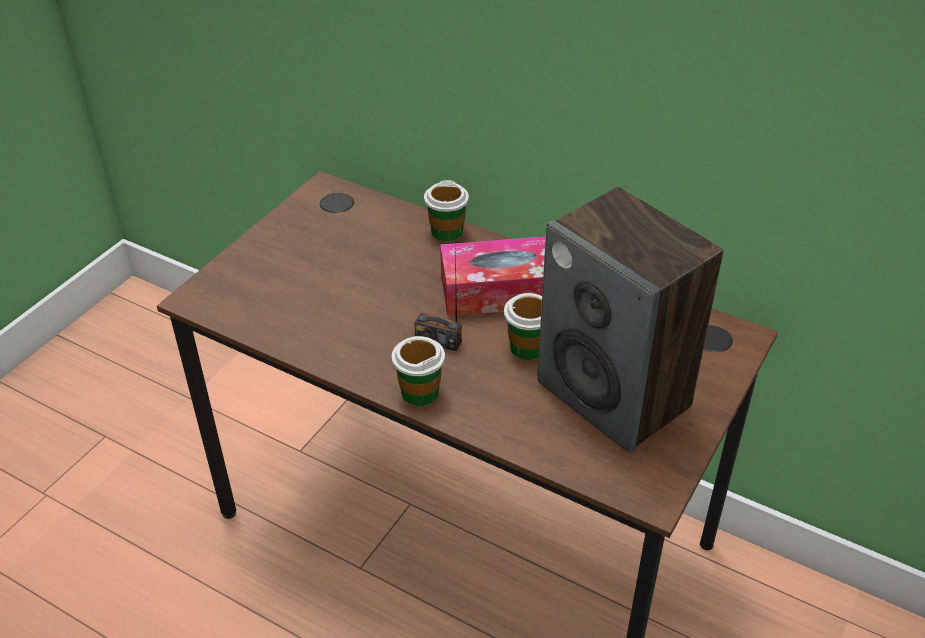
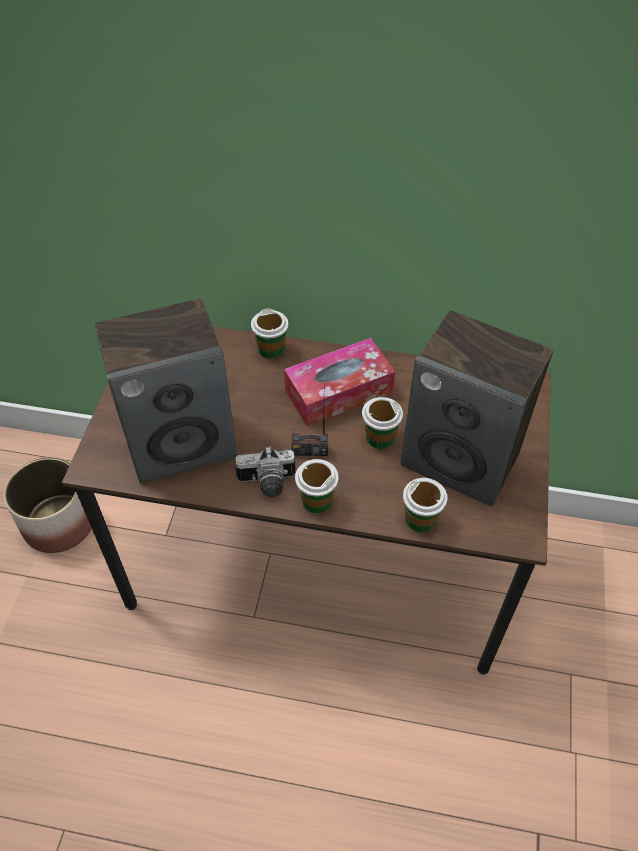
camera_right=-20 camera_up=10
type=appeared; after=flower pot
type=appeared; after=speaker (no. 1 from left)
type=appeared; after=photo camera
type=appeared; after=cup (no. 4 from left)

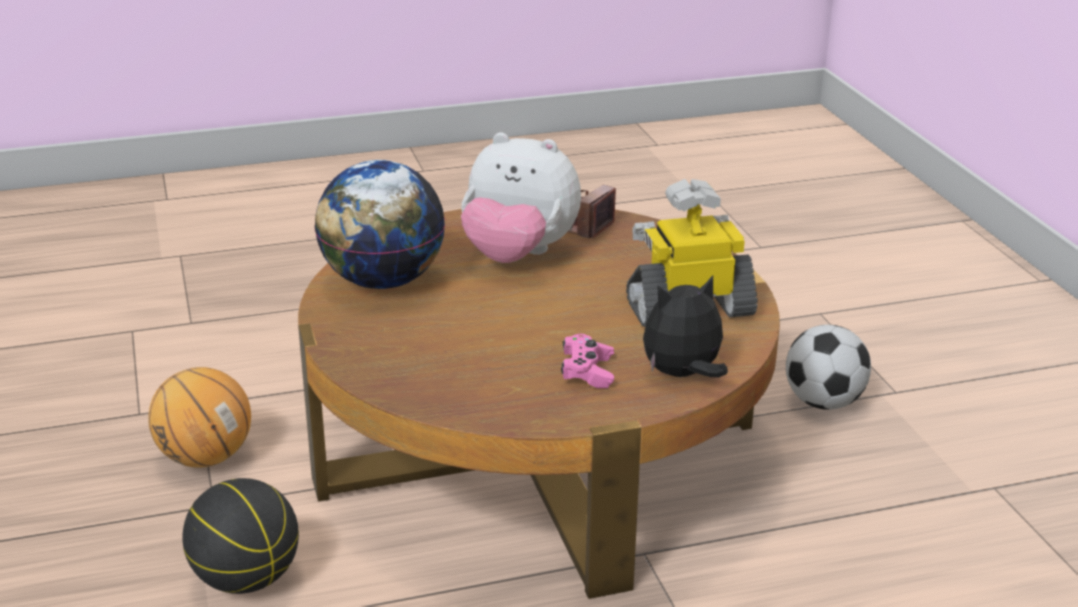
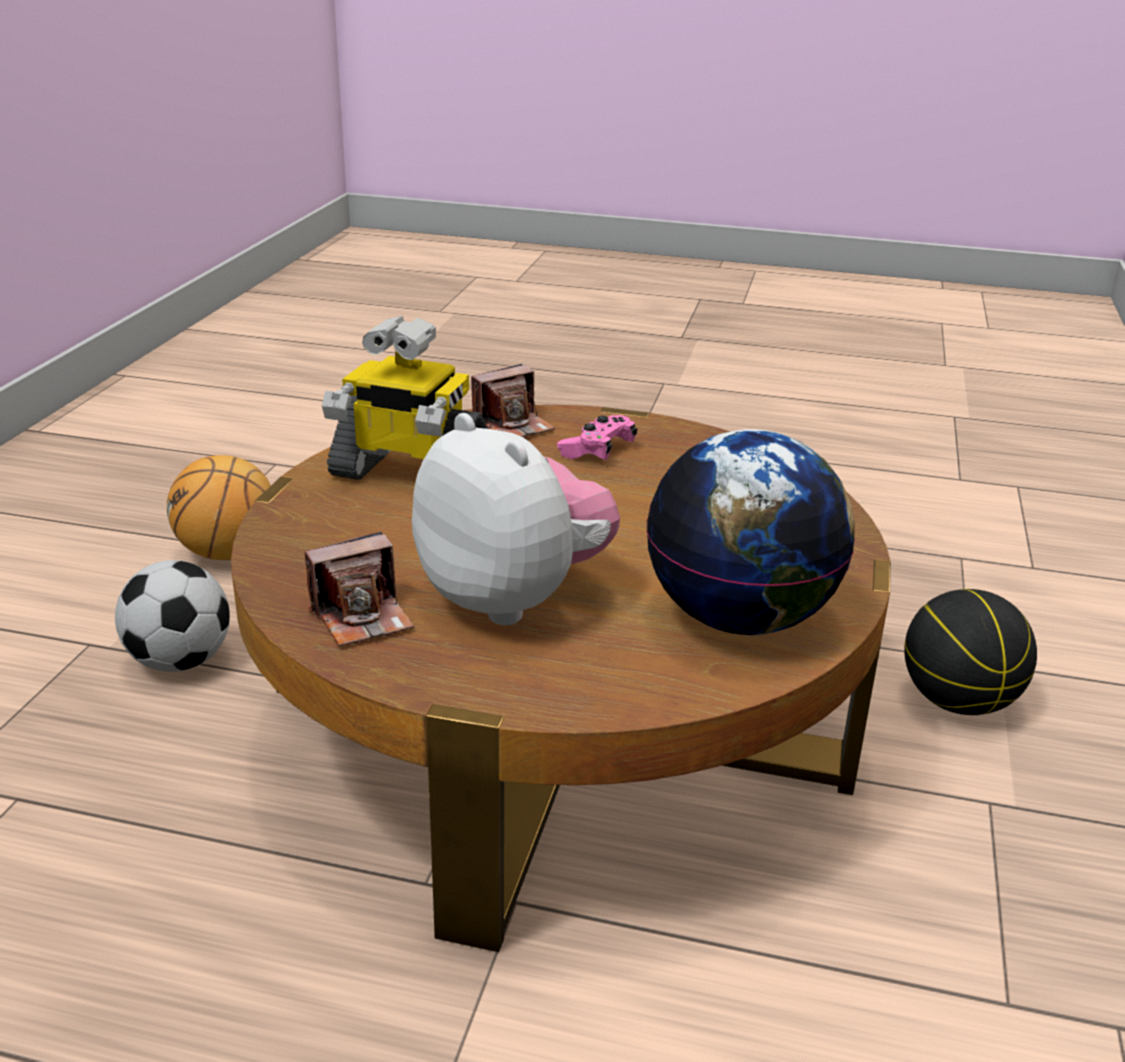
camera_right=-150 camera_up=0
type=relocated; before=ball for basketball (no. 1 from left)
type=exchanged; before=cuddly toy (no. 2 from left); after=photo camera (no. 2 from left)

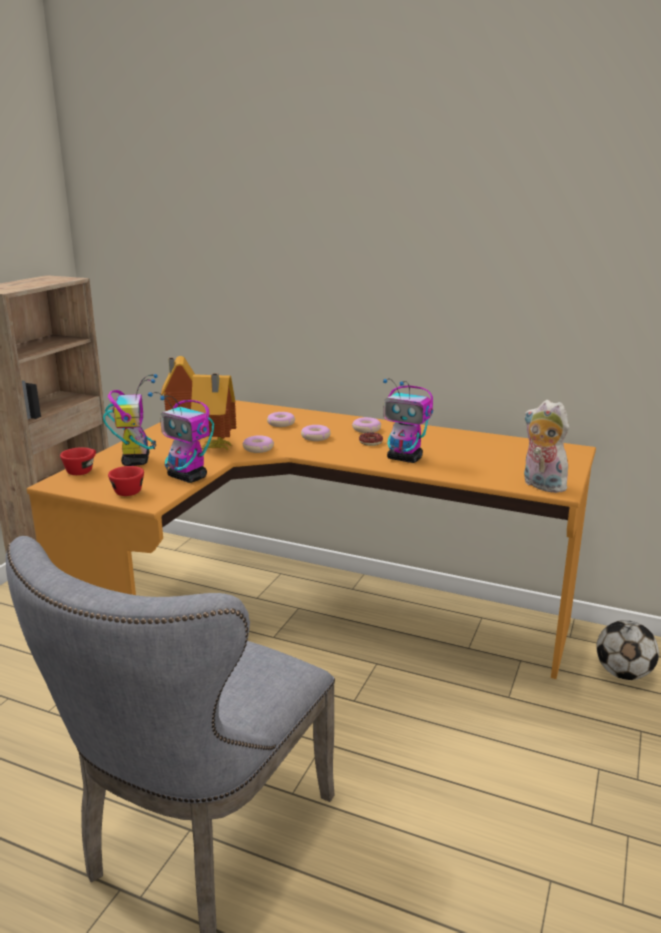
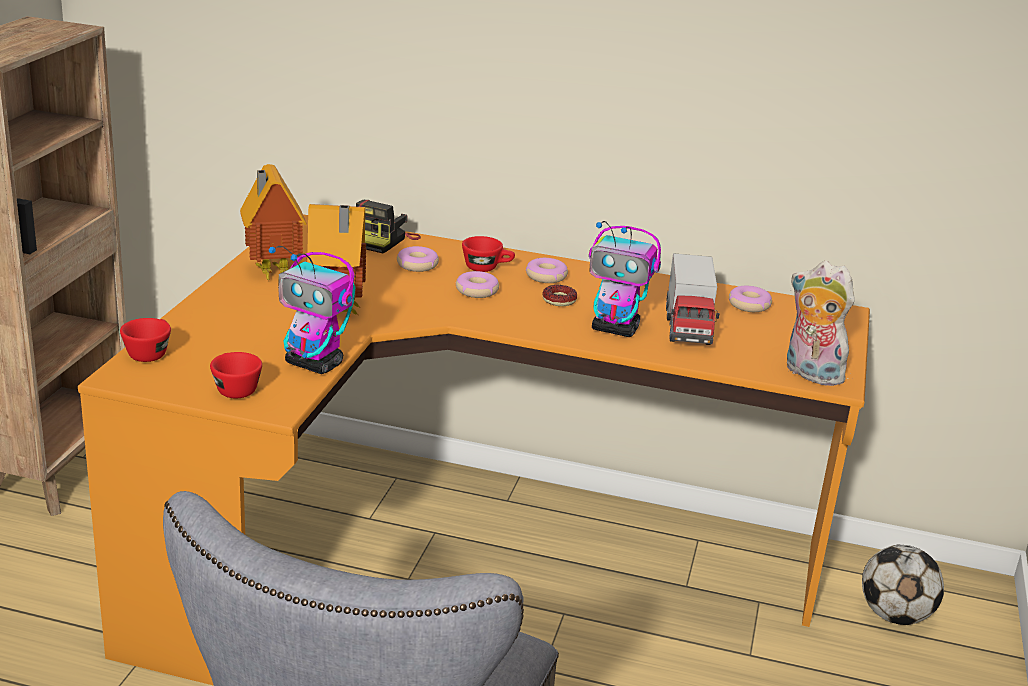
camera_right=-10 camera_up=5
type=missing; before=toy robot (no. 1 from left)
type=appeared; after=photo camera
type=appeared; after=reddish cup (no. 3 from left)
type=appeared; after=model truck
type=relocated; before=donut (no. 1 from left in the first image); after=donut (no. 5 from left)

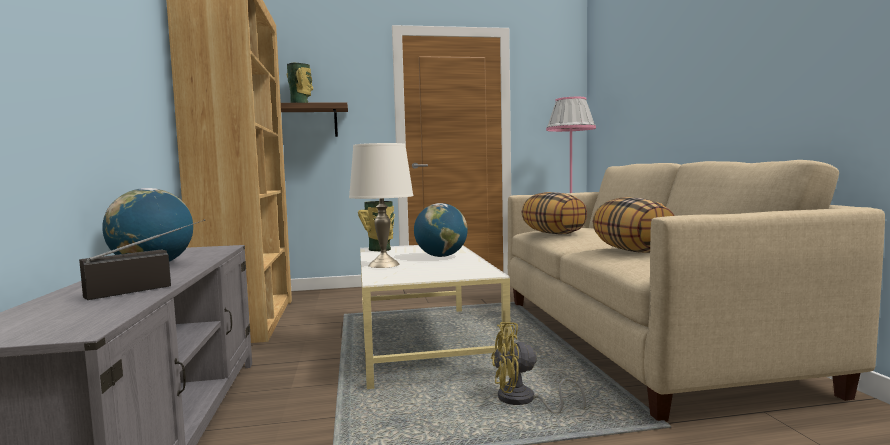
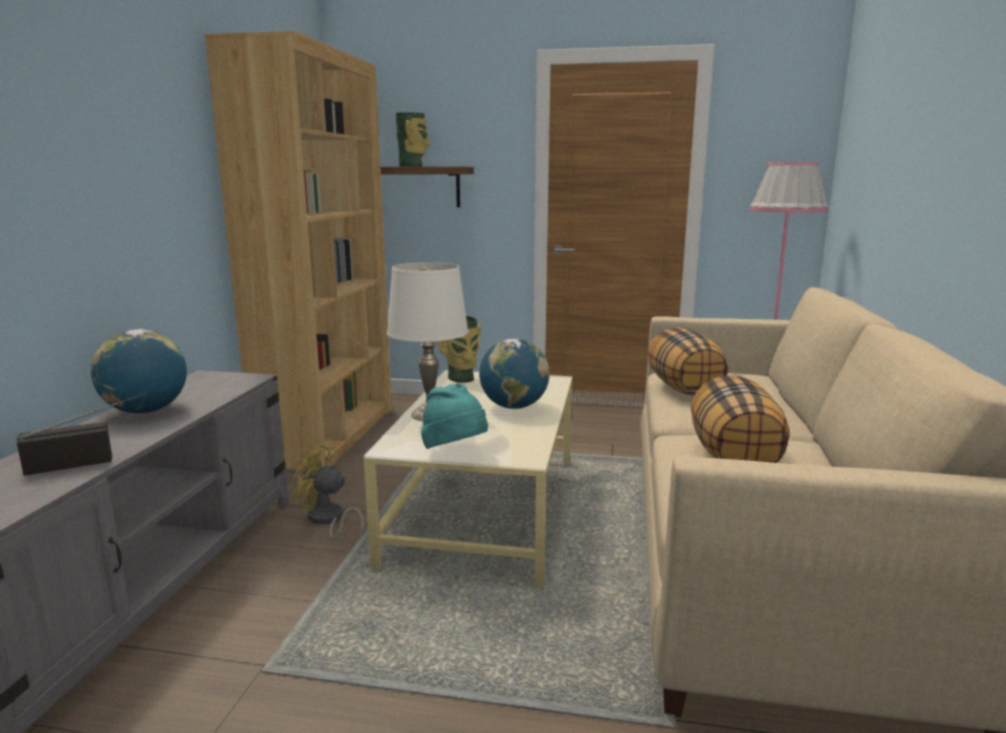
camera_right=20 camera_up=10
type=appeared; after=turquoise-coloured clothing hat
type=relocated; before=yellowish fan

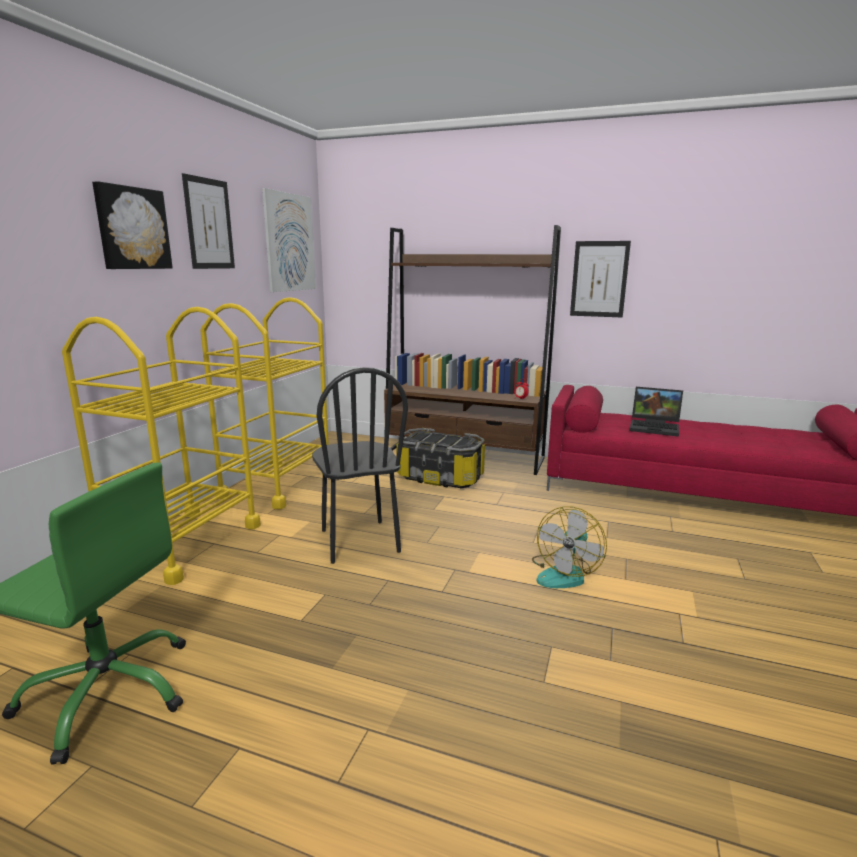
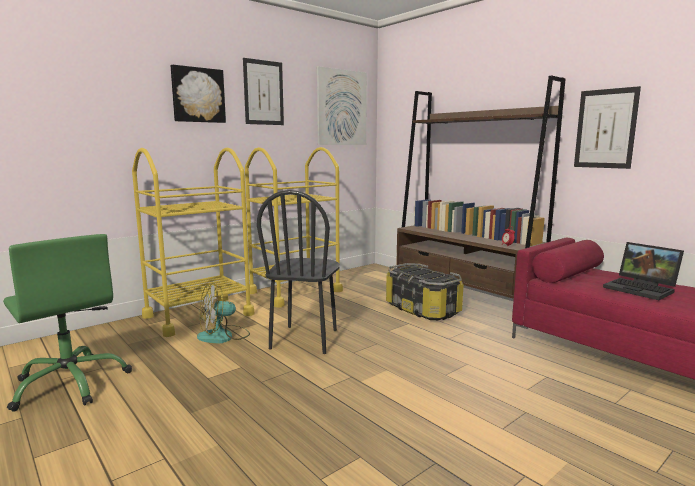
camera_right=30 camera_up=-5
type=relocated; before=fan

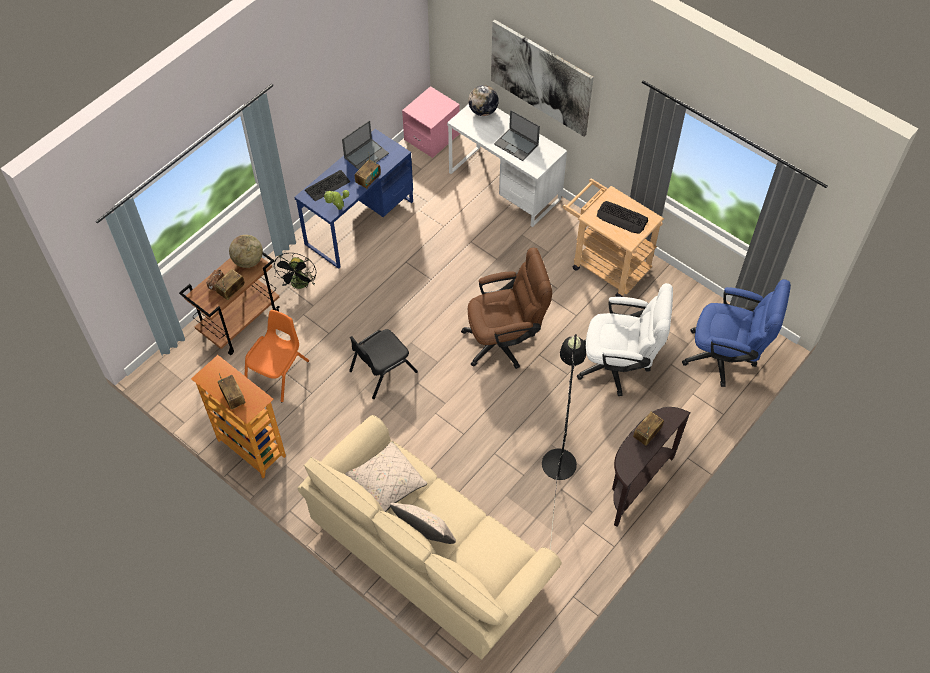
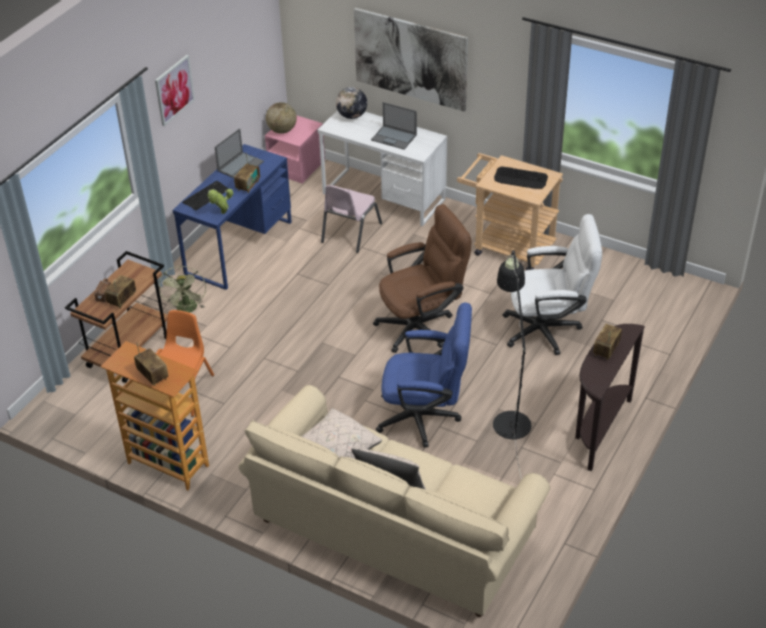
camera_right=-10 camera_up=-15
type=missing; before=black-coloured chair
type=appeared; after=wall picture (no. 1 from left)
type=appeared; after=pink chair
type=relocated; before=globe (no. 1 from left)
type=relocated; before=bluish desk chair
type=colour; before=black-coloured fan; after=green fan

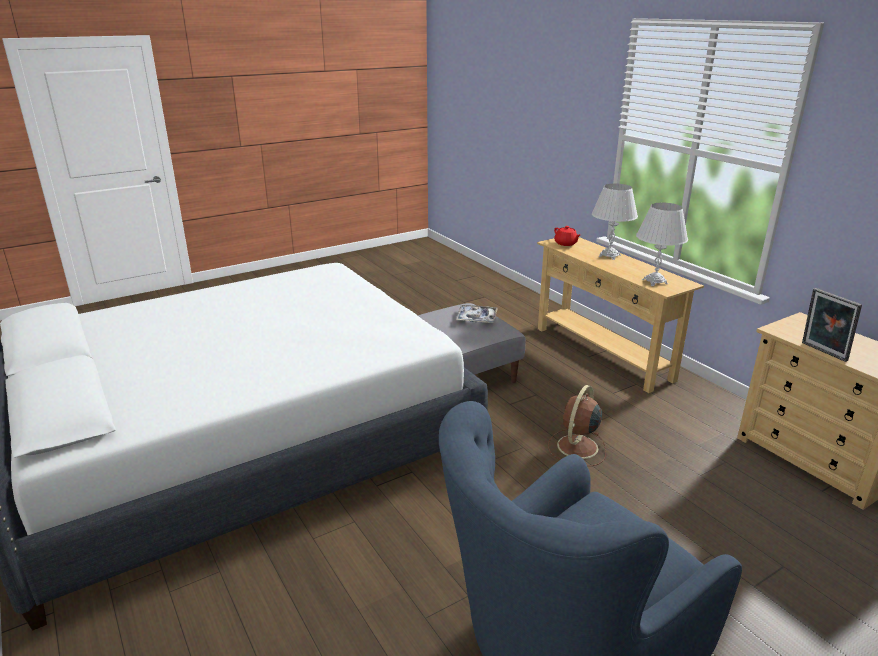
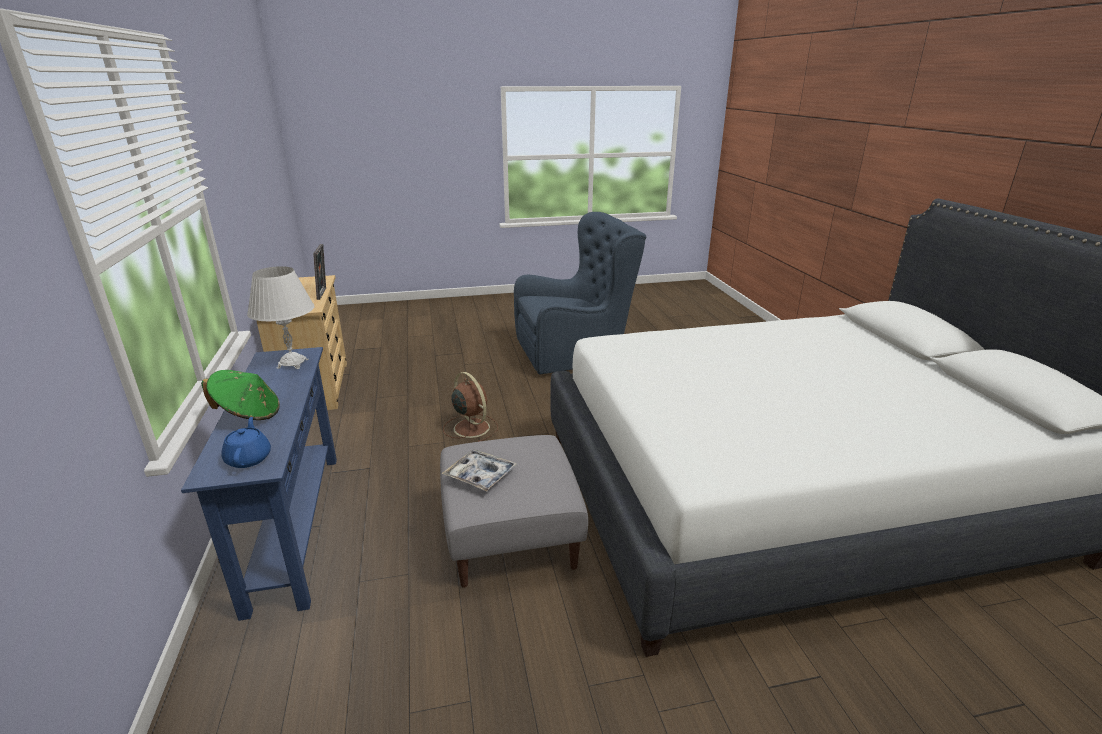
camera_right=-160 camera_up=0
type=exchanged; before=whitish lamp for a table (no. 1 from left); after=green clothing hat
type=colour; before=sand-coloured console table; after=bluish console table
type=colour; before=reddish tea pot; after=bluish tea pot
type=spun; before=brownish fan; turn=-90

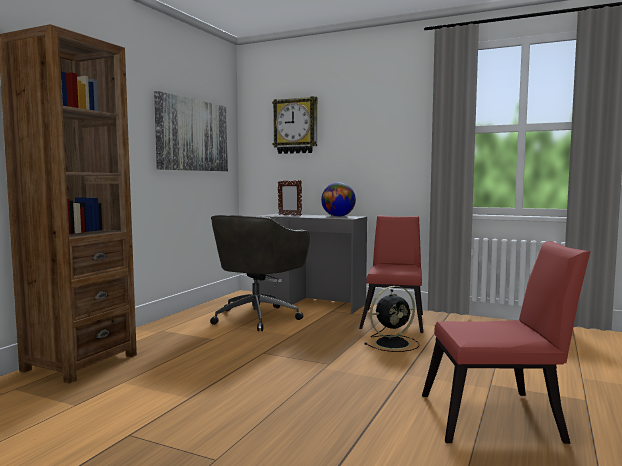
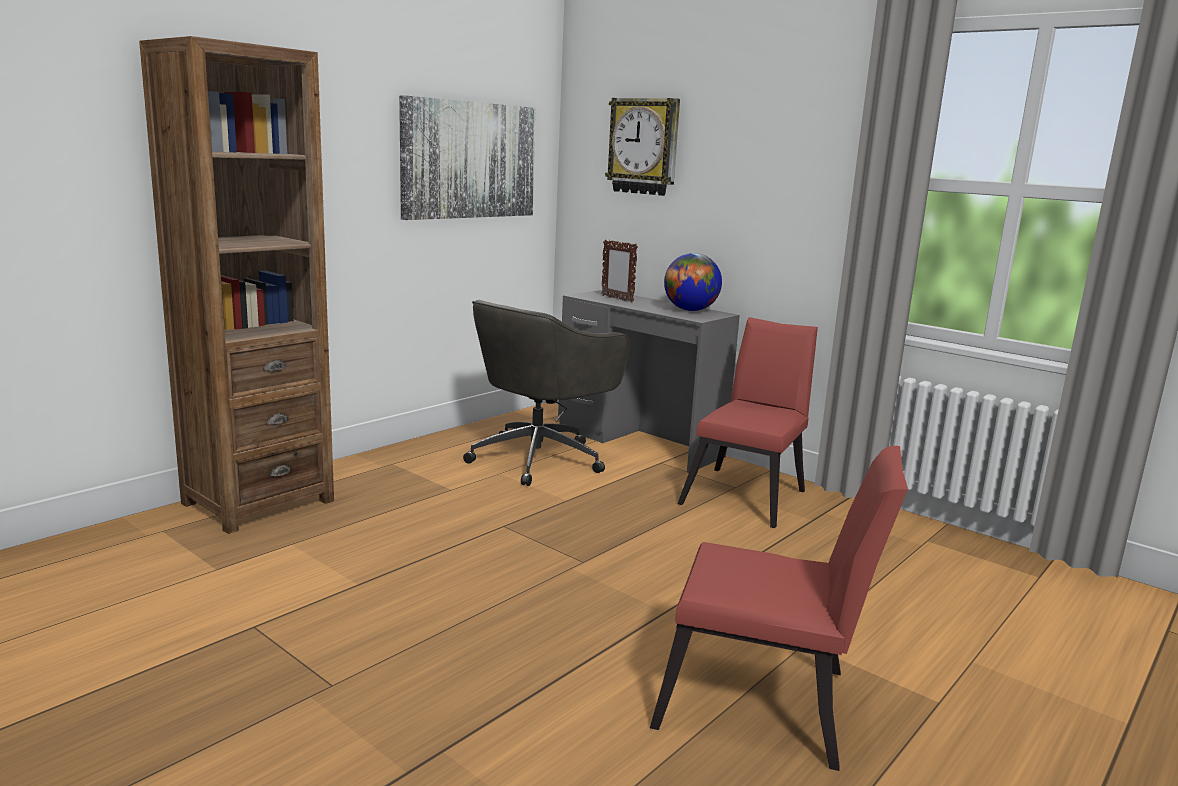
camera_right=15 camera_up=10
type=missing; before=black-coloured fan

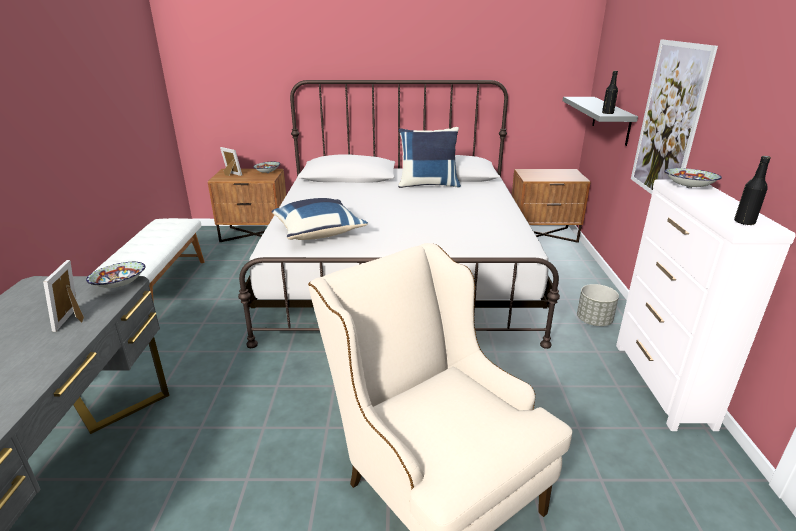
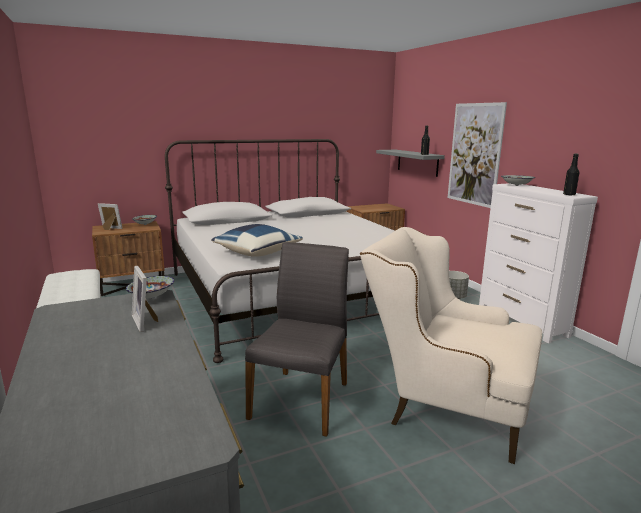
camera_right=-25 camera_up=-10
type=missing; before=bluish cushion (no. 2 from left)
type=appeared; after=grey chair

